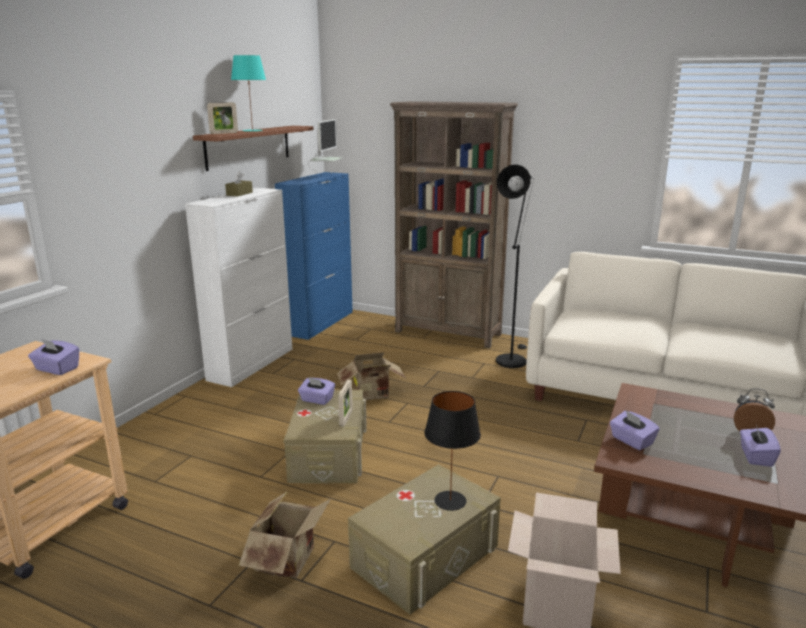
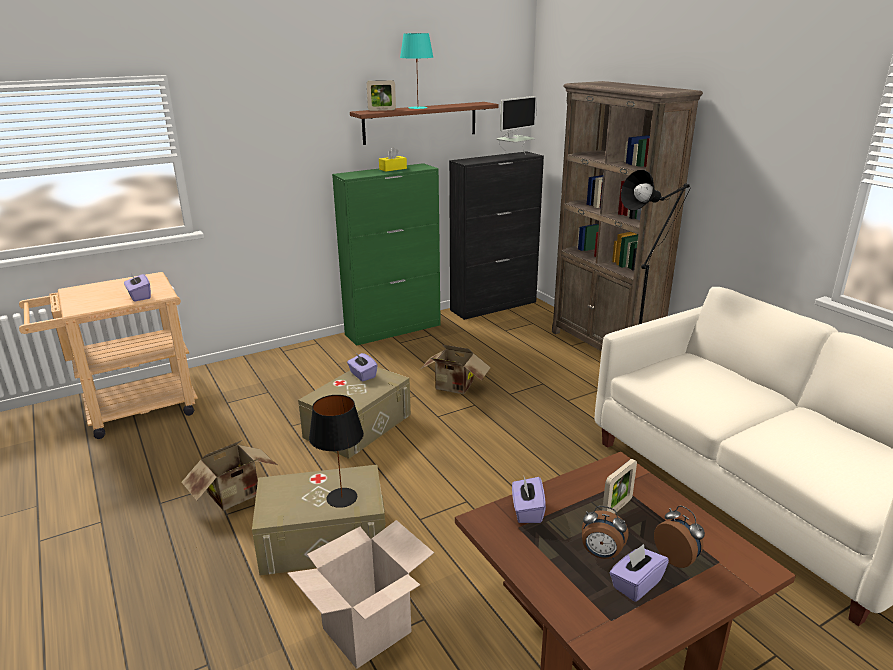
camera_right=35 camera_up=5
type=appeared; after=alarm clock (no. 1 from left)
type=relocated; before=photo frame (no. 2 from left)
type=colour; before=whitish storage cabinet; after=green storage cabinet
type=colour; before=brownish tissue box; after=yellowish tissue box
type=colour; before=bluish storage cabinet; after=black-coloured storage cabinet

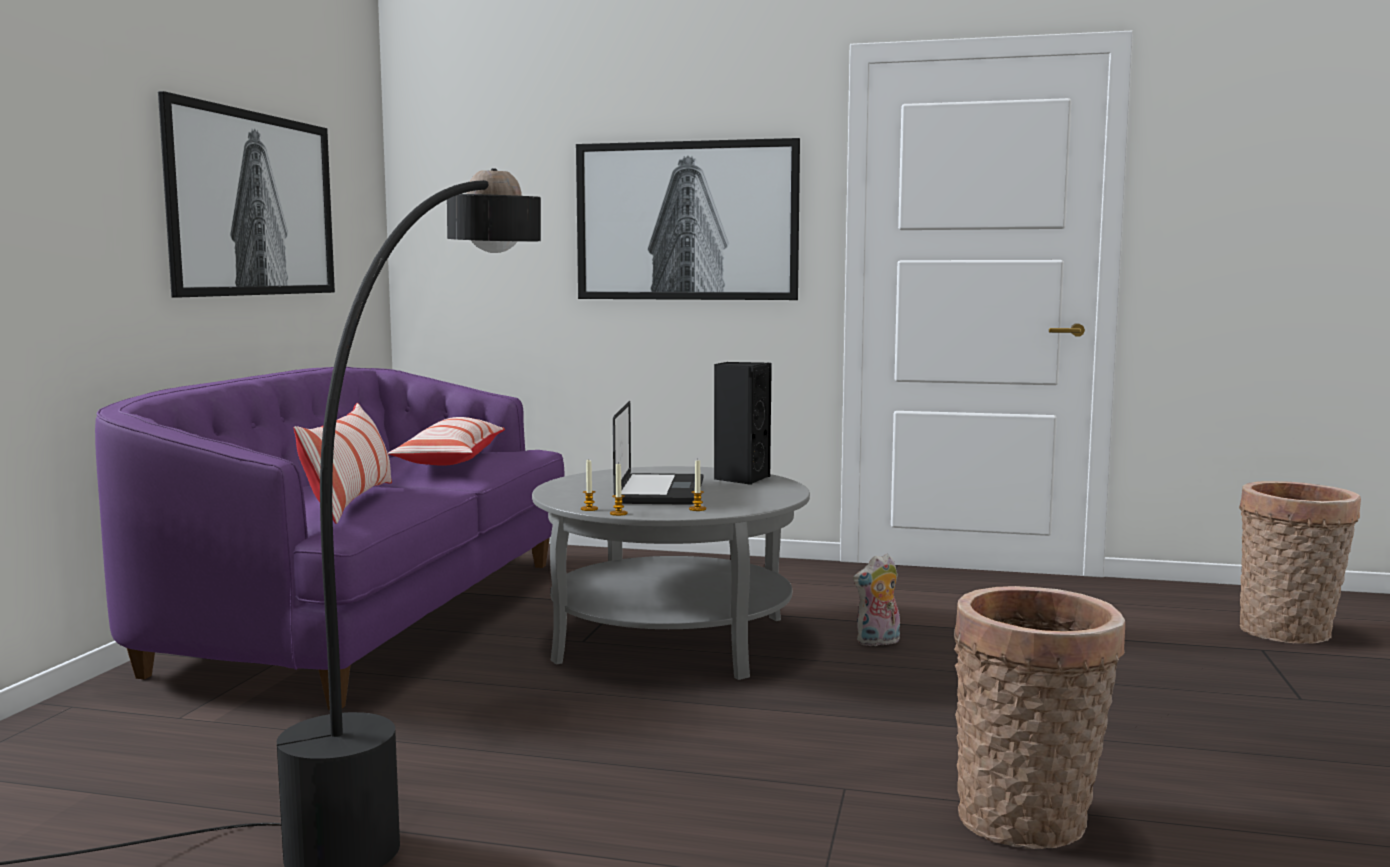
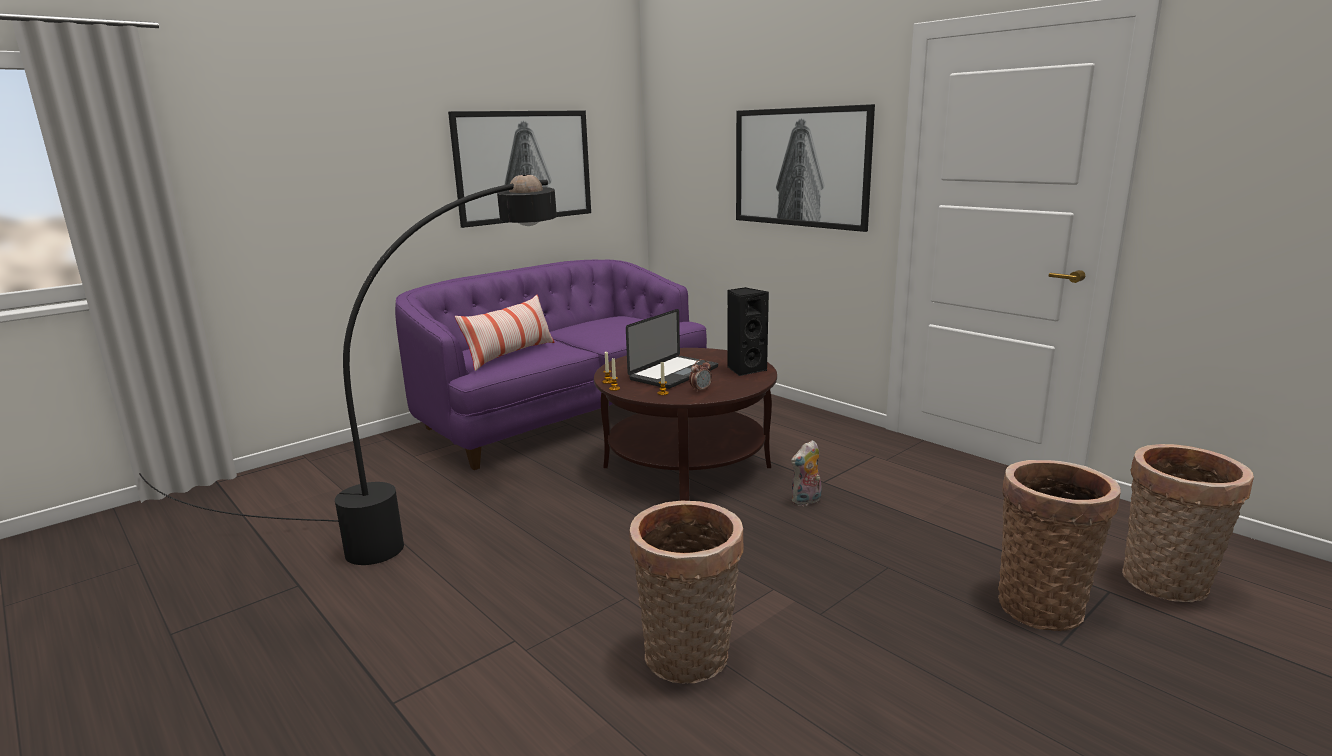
camera_right=35 camera_up=10
type=missing; before=cushion (no. 2 from left)
type=appeared; after=alarm clock
type=appeared; after=storage basket (no. 2 from left)
type=colour; before=grey low table; after=brownish low table
type=spun; before=cuddly toy; turn=-45

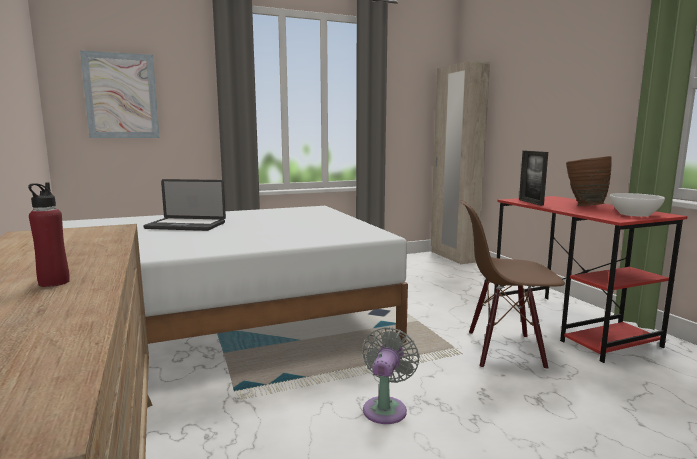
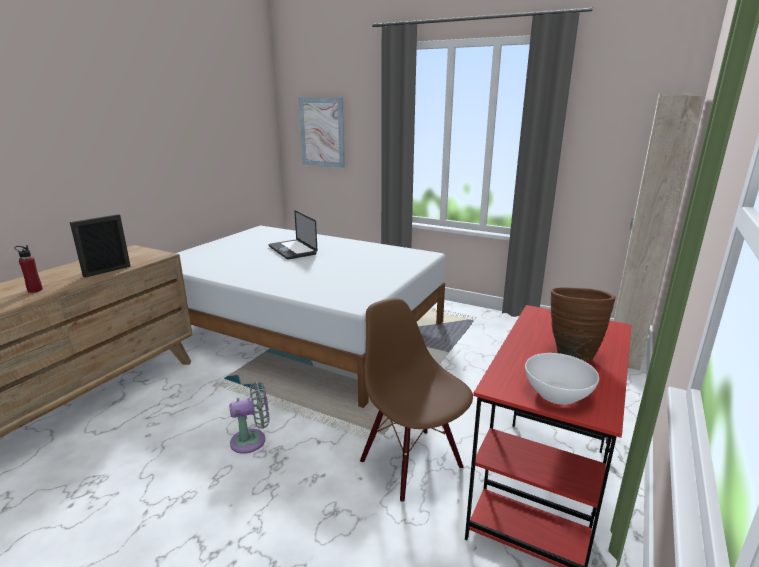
camera_right=50 camera_up=10
type=relocated; before=photo frame

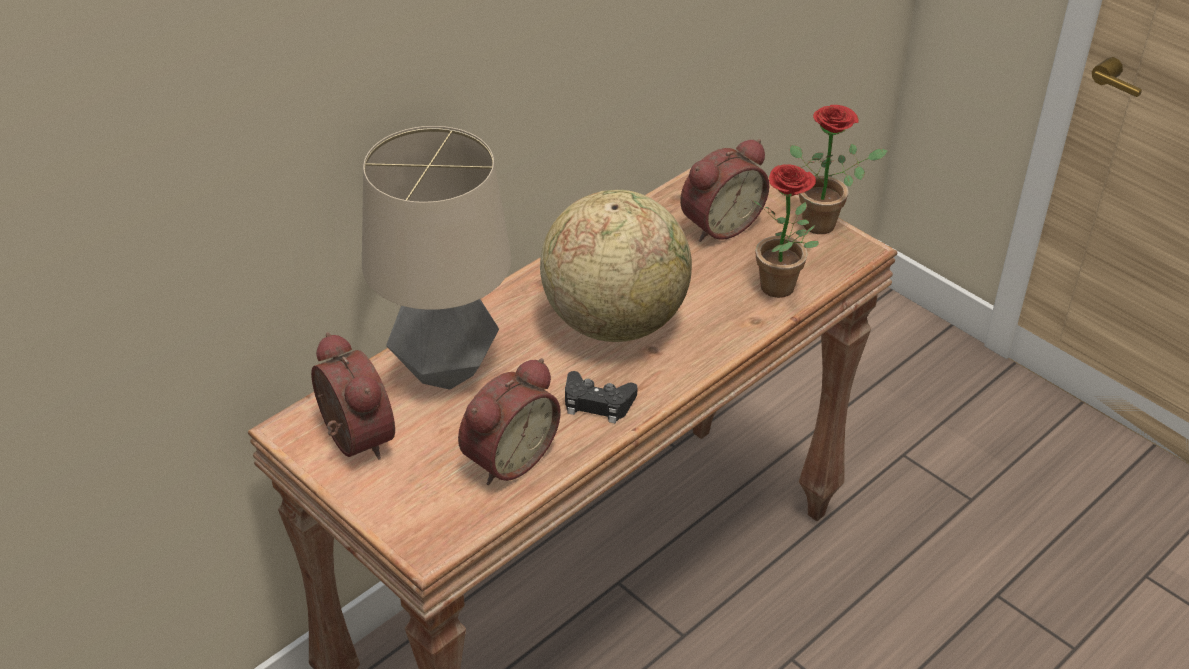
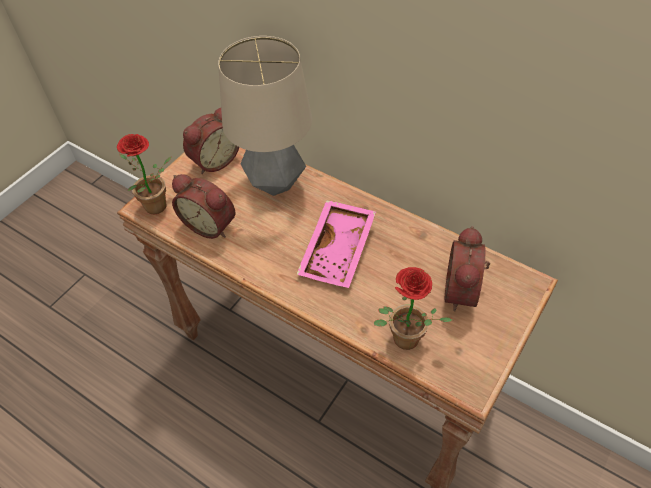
camera_right=80 camera_up=10
type=missing; before=black-coloured joypad
type=relocated; before=potted plant (no. 2 from left in the first image); after=potted plant (no. 1 from left)
type=exchanged; before=globe; after=pink tray
type=spun; before=alarm clock (no. 3 from left); turn=60

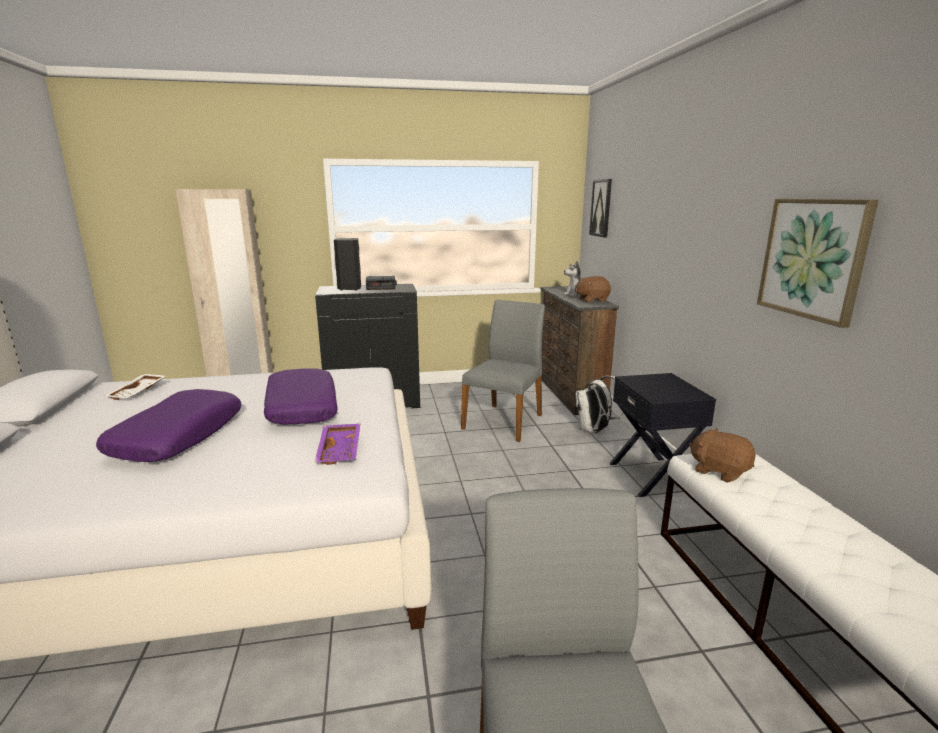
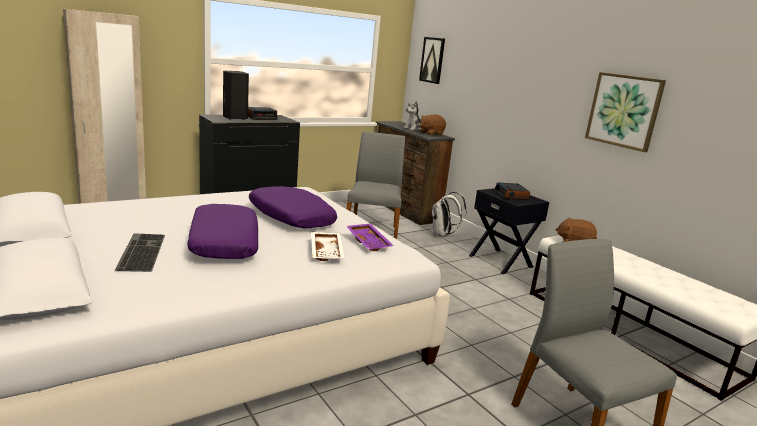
camera_right=-25 camera_up=0
type=appeared; after=keyboard
type=appeared; after=alarm clock (no. 2 from left)
type=relocated; before=whitish tray

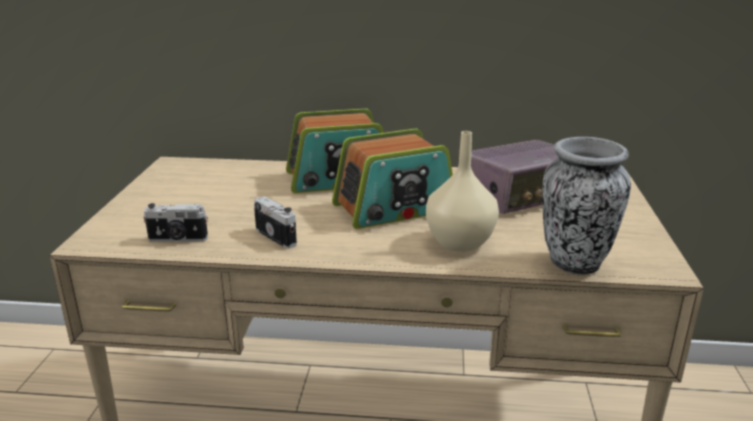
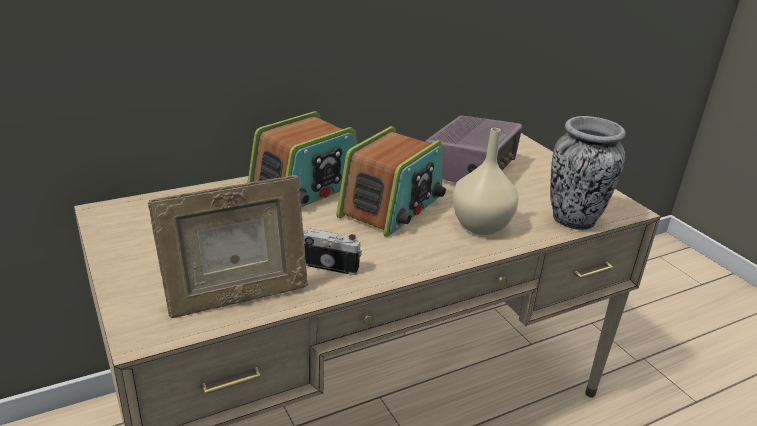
camera_right=-35 camera_up=5
type=exchanged; before=photo camera (no. 1 from left); after=photo frame

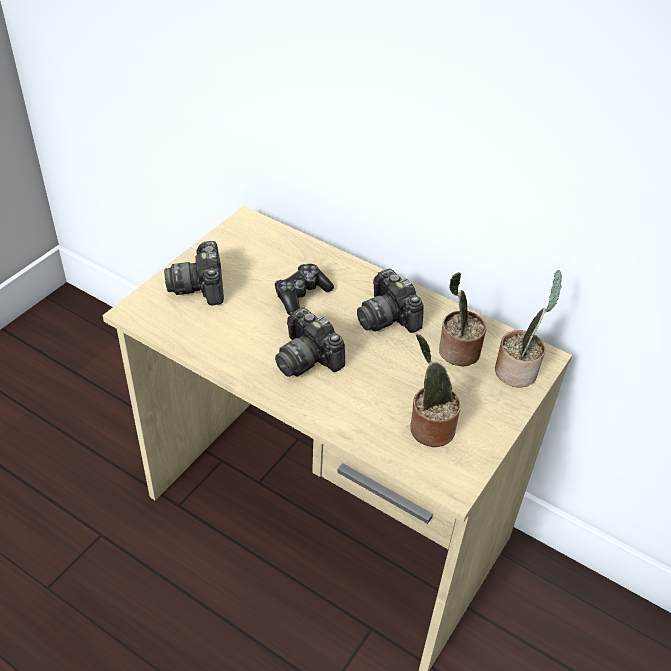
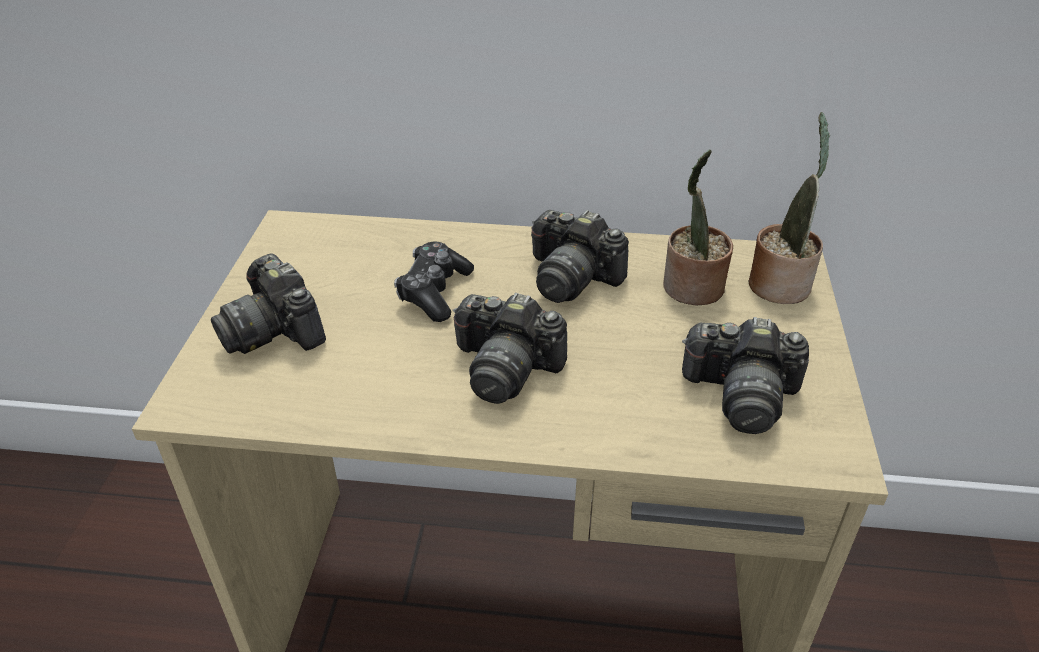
camera_right=-25 camera_up=-5
type=exchanged; before=potted plant (no. 1 from left); after=photo camera (no. 4 from left)

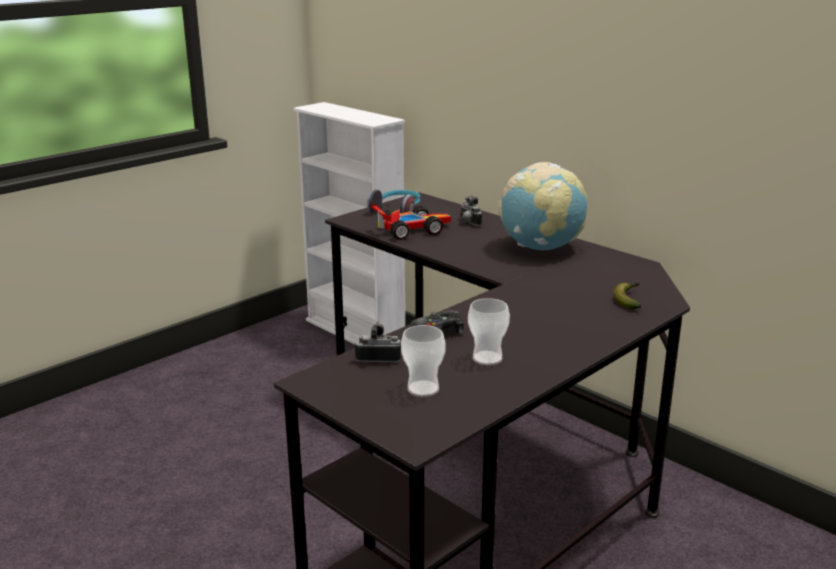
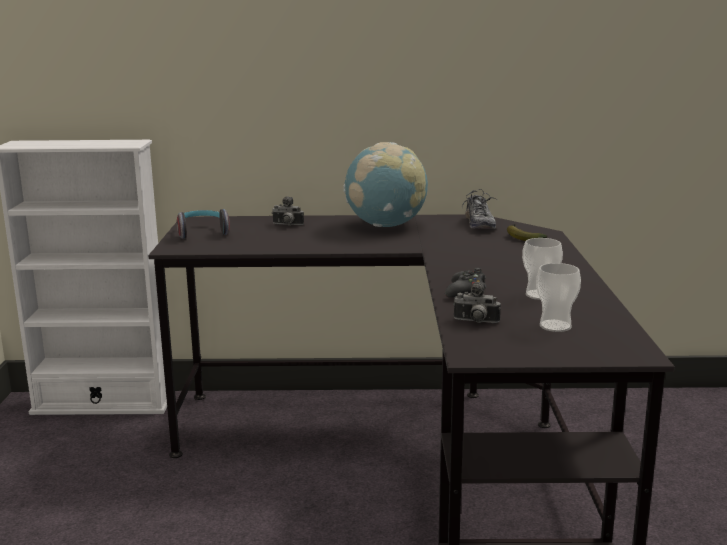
camera_right=-45 camera_up=-5
type=missing; before=model car
type=appeared; after=low shoe
type=spun; before=photo camera (no. 1 from left in the first image); turn=-120

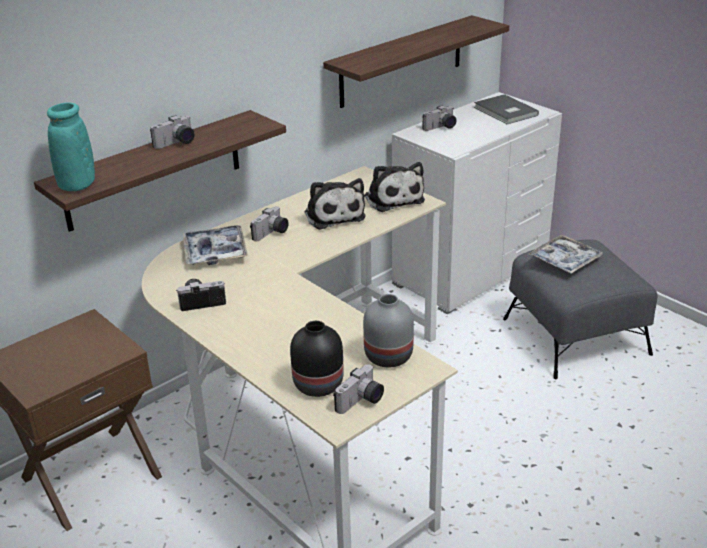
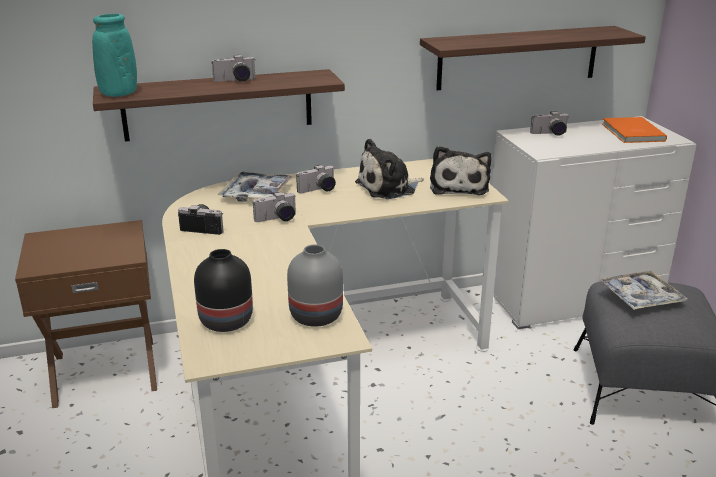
camera_right=25 camera_up=-5
type=relocated; before=photo camera (no. 4 from left in the first image); after=photo camera (no. 3 from left)
type=colour; before=grey bound book; after=orange bound book
type=spun; before=cuddly toy (no. 1 from left); turn=60

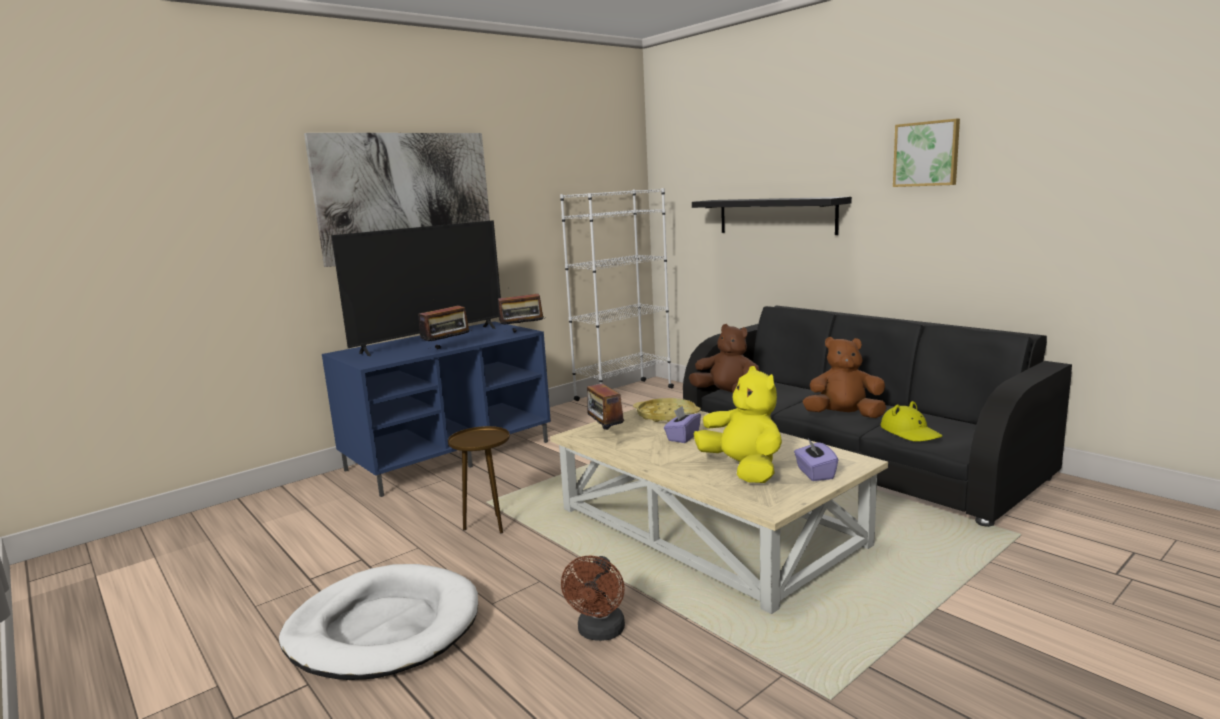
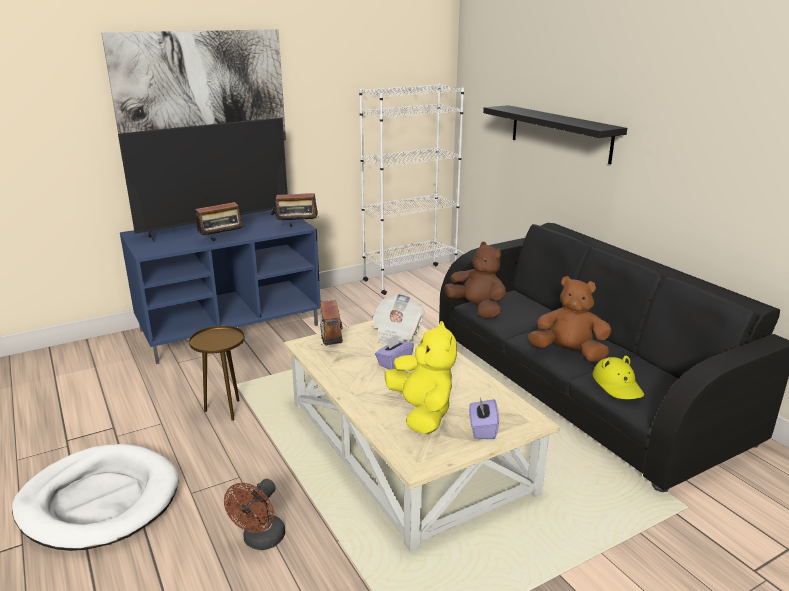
camera_right=10 camera_up=10
type=missing; before=wall picture (no. 2 from left)
type=exchanged; before=yellowish tray; after=daily paper

